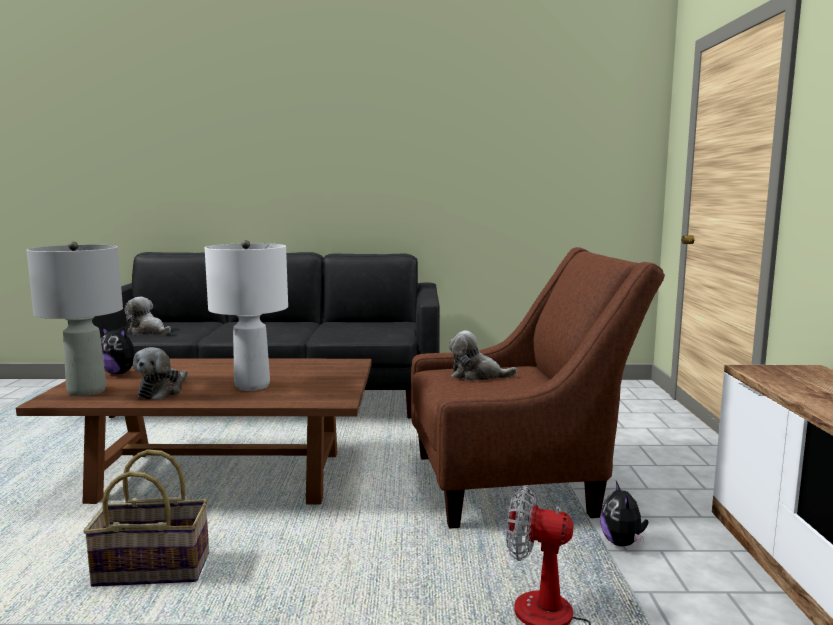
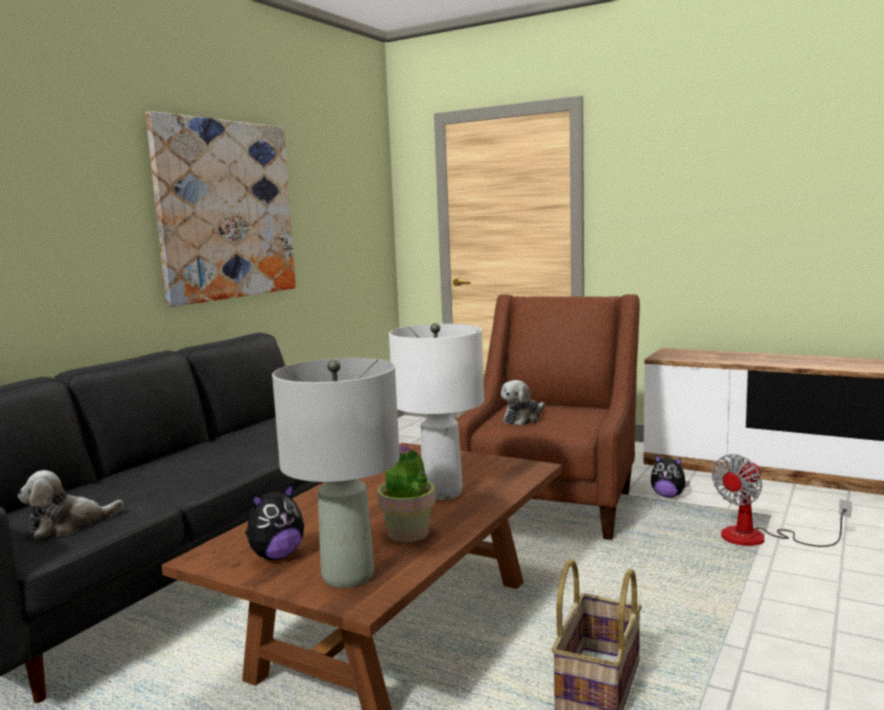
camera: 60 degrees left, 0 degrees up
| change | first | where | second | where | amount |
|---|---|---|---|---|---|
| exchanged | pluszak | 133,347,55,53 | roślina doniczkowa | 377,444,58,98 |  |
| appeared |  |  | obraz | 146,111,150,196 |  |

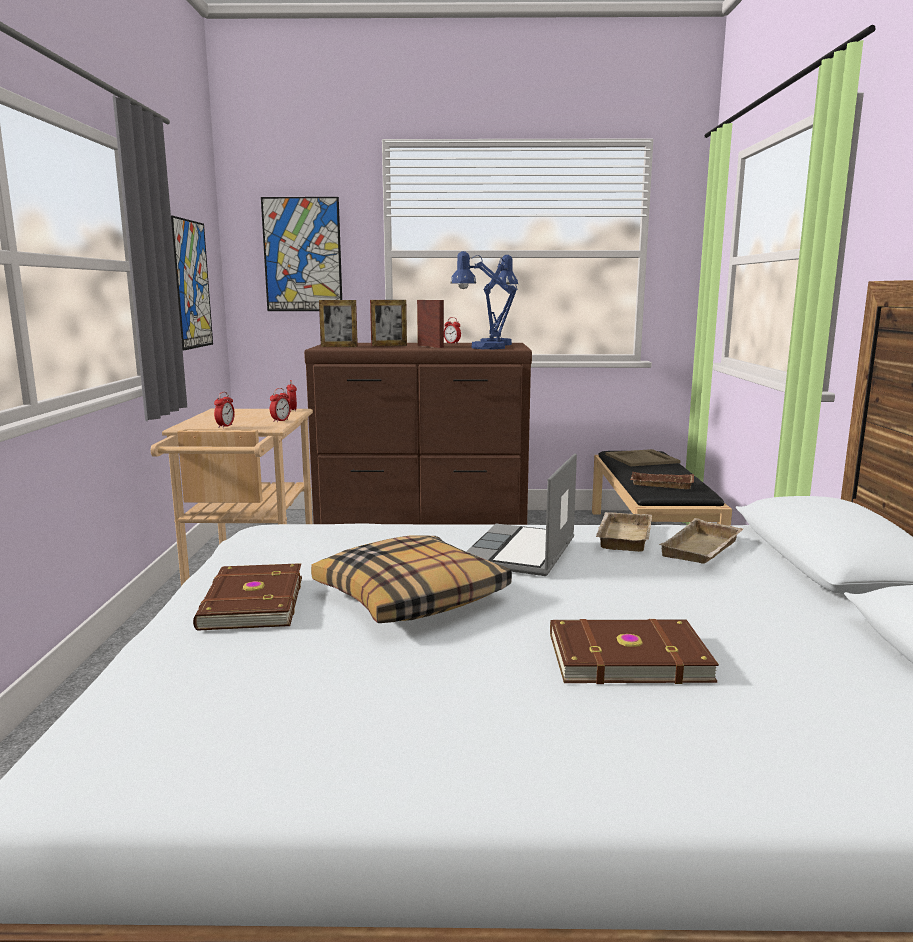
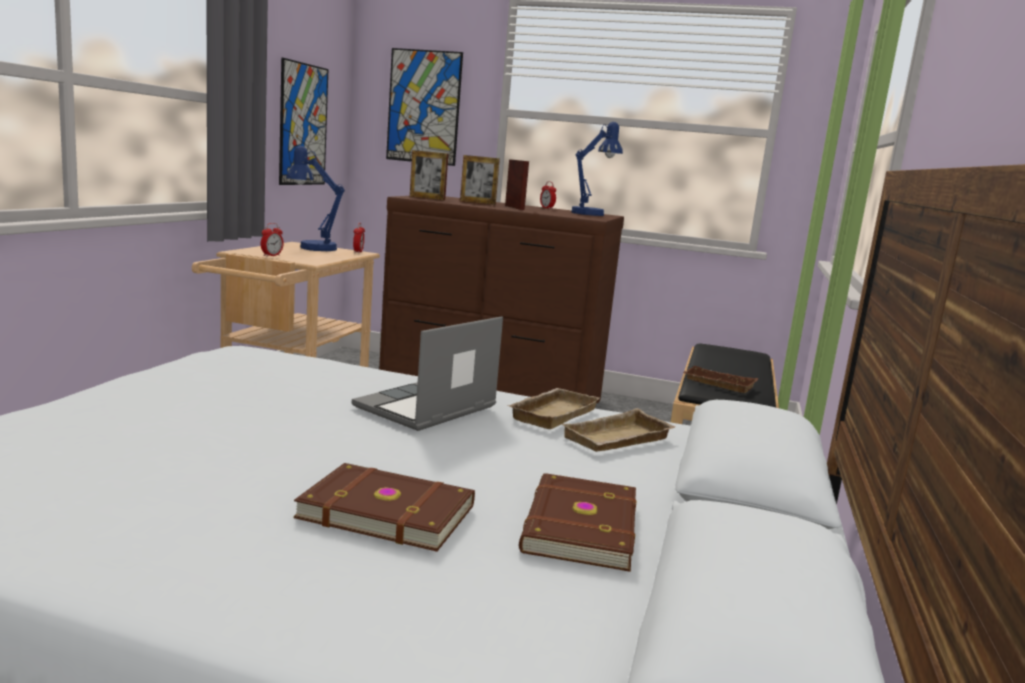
camera: 15 degrees right, 0 degrees up
| change | first | where | second | where | amount |
|---|---|---|---|---|---|
| relocated | książka [brązowy] | 193,563,109,68 |  | 519,473,117,99 |  |
| missing | budzik | 270,388,21,34 |  |  |  |
| missing | poduszka | 311,536,201,87 |  |  |  |
| relocated | lampa stołowa [niebieski] | 451,251,66,98 |  | 286,146,59,105 |  |
| missing | taca [beżowy] | 605,449,76,17 |  |  |  |

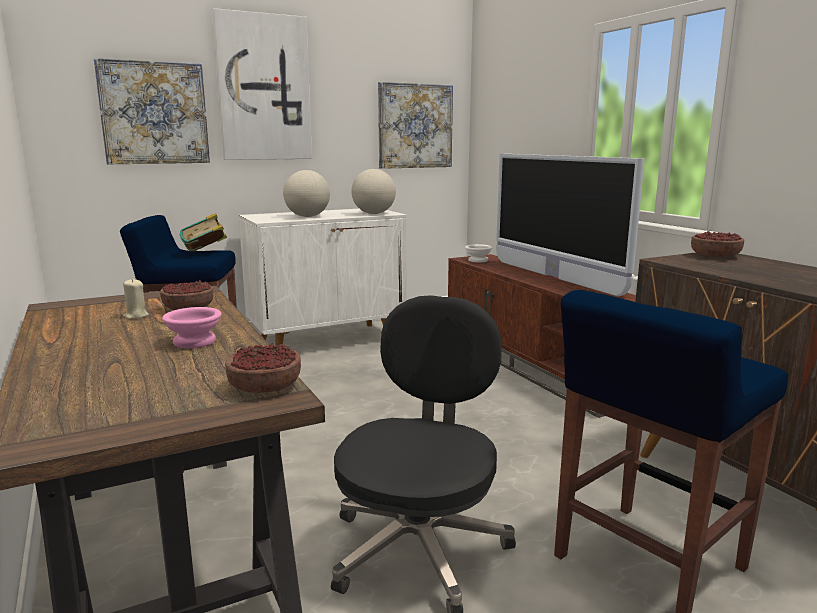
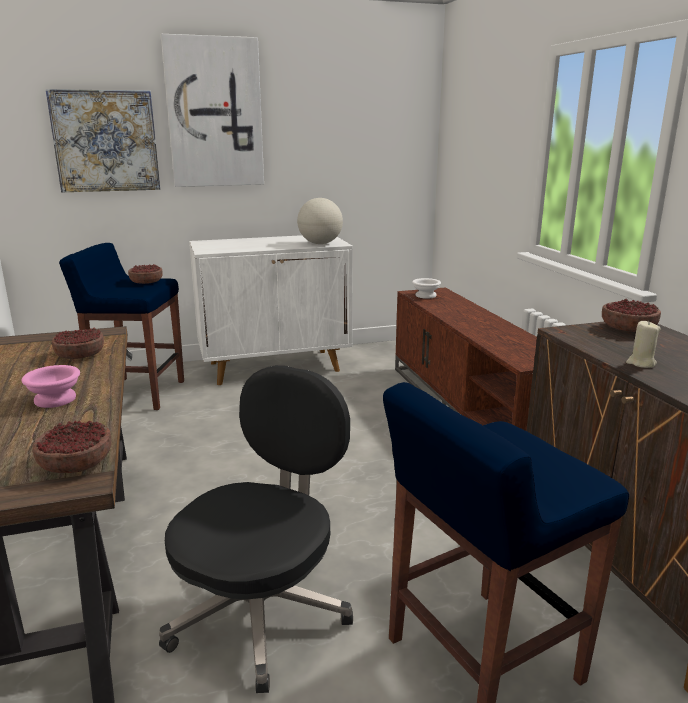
camera: 10 degrees right, 5 degrees up
| change | first | where | second | where | amount |
|---|---|---|---|---|---|
| relocated | świeca [beżowy] | 123,279,26,40 |  | 626,321,35,47 |  |
| exchanged | książka | 180,213,47,39 | miska | 128,264,35,20 |  |
| missing | globus | 283,170,47,47 |  |  |  |
| missing | obraz | 378,82,75,87 |  |  |  |
| missing | telewizor | 496,154,149,142 |  |  |  |

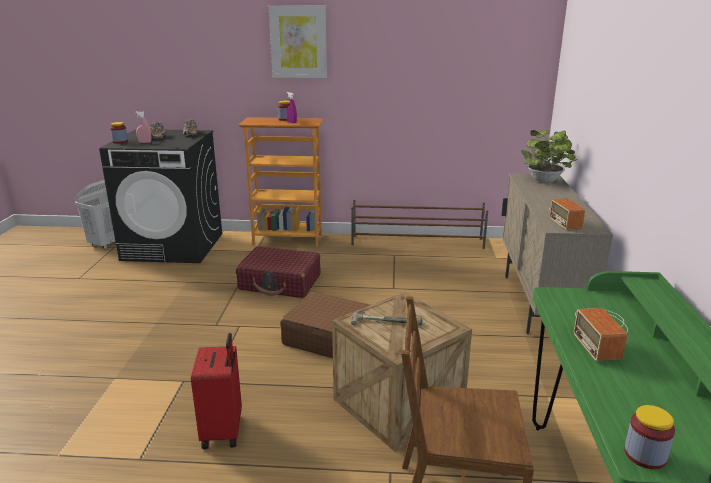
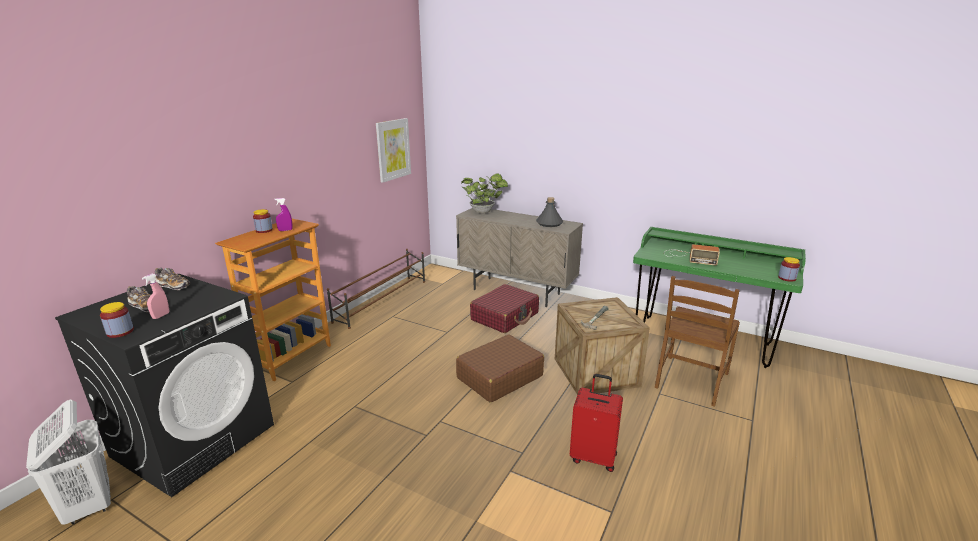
camera: 65 degrees left, 0 degrees up
| change | first | where | second | where | amount |
|---|---|---|---|---|---|
| relocated | walizka [czerwony] | 236,246,85,52 |  | 470,284,69,49 |  |
| relocated | obraz | 269,5,58,73 |  | 376,118,35,65 |  |
| exchanged | radio | 549,199,36,30 | butelka [szary] | 536,197,27,30 |  |

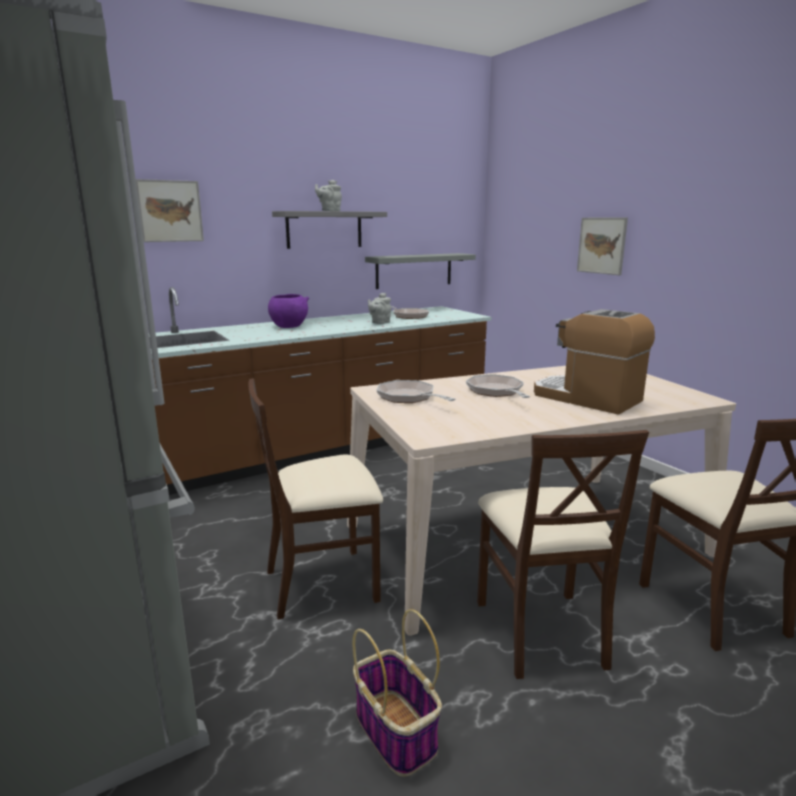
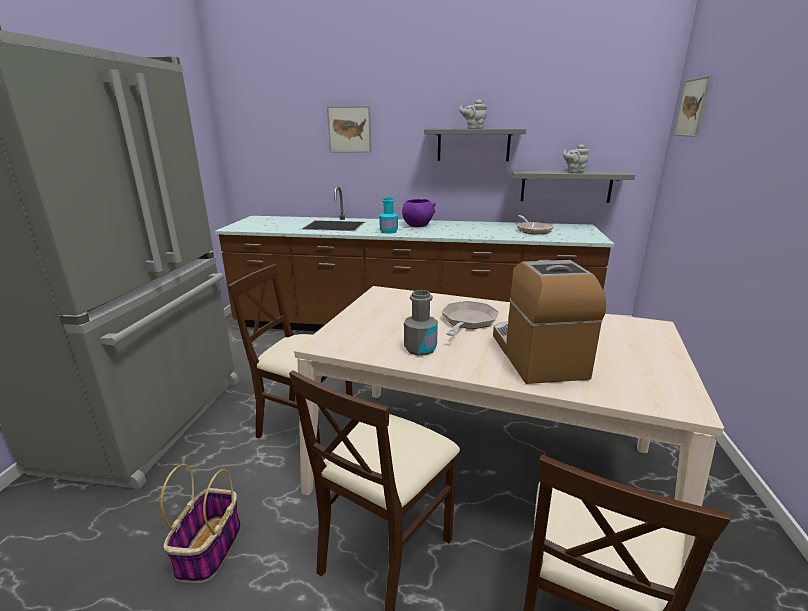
camera: 40 degrees right, 5 degrees up
| change | first | where | second | where | amount |
|---|---|---|---|---|---|
| relocated | imbryk [szary] | 368,293,23,31 |  | 563,144,26,29 |  |
| missing | patelnia | 377,380,79,23 |  |  |  |
| relocated | obraz | 577,217,51,58 |  | 673,76,39,61 |  |
| appeared |  |  | butelka [turkusowy] | 379,197,19,37 |  |
| appeared |  |  | butelka [szary] | 404,290,34,66 |  |

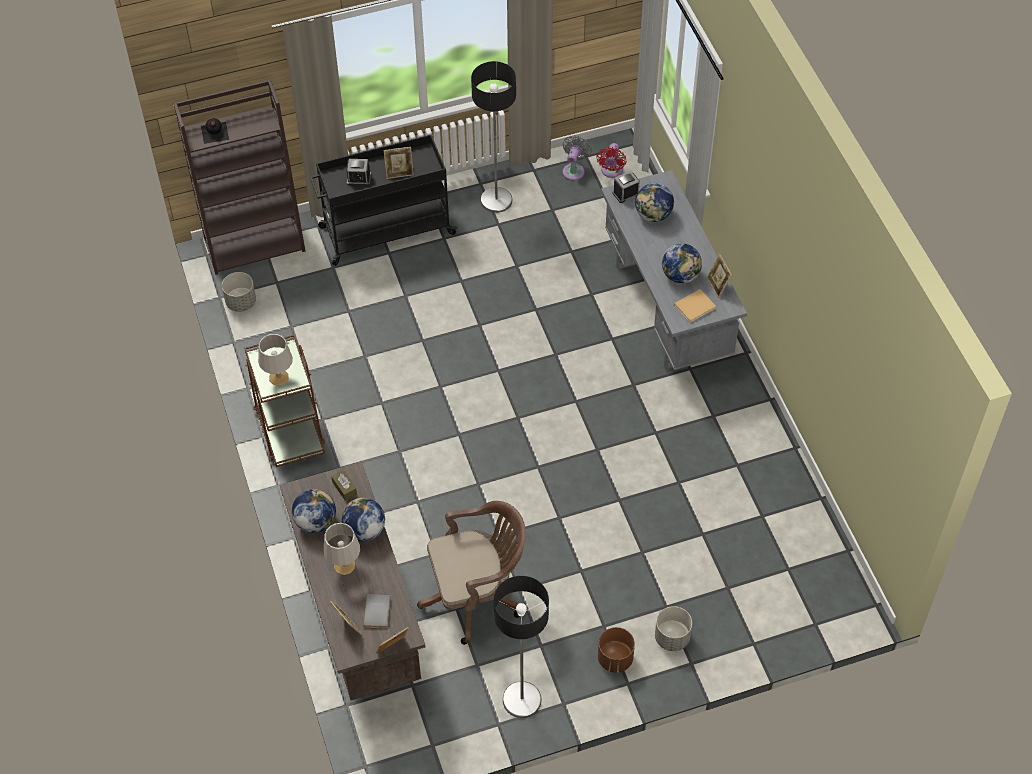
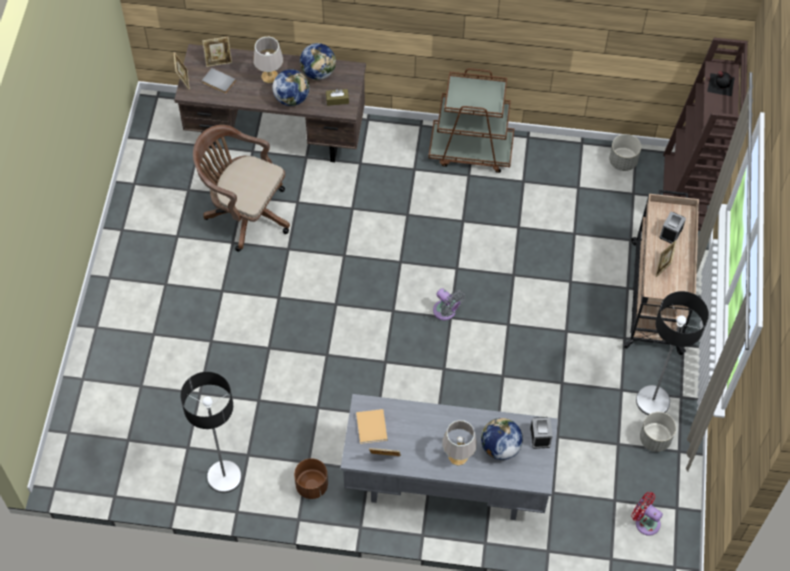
camera: 115 degrees right, 5 degrees up
| change | first | where | second | where | amount |
|---|---|---|---|---|---|
| relocated | lampa stołowa [szary] | 258,334,35,52 |  | 442,420,35,46 |  |
| colour | wózek [czarny] | 310,135,147,131 | wózek [beżowy] | 624,190,75,165 |  |
| spun | krzesło biurowe [brązowy] | 417,501,109,144 |  | 193,125,97,127 | 105 degrees clockwise |
| relocated | lampa stojąca | 494,576,55,142 |  | 180,372,62,121 |  |
| relocated | wentylator [szary] | 563,135,29,46 |  | 433,288,32,32 |  |
| relocated | donica [brązowy] | 598,627,37,46 |  | 294,458,34,41 |  |
| relocated | donica [szary] | 655,606,37,45 |  | 640,412,36,40 |  |
| missing | globus | 662,243,40,41 |  |  |  |

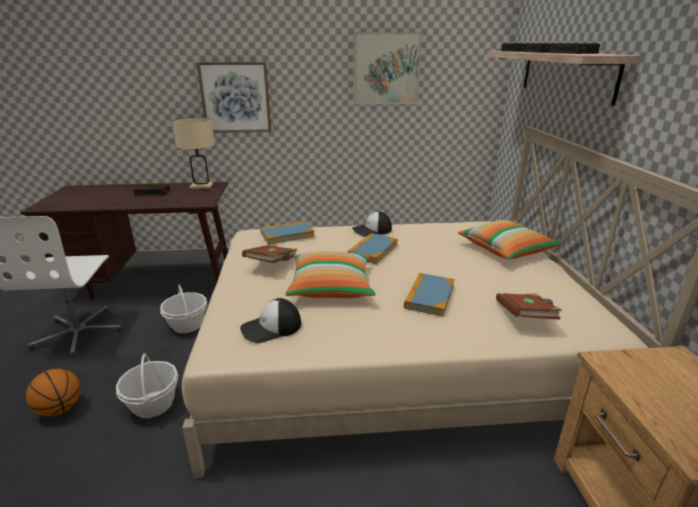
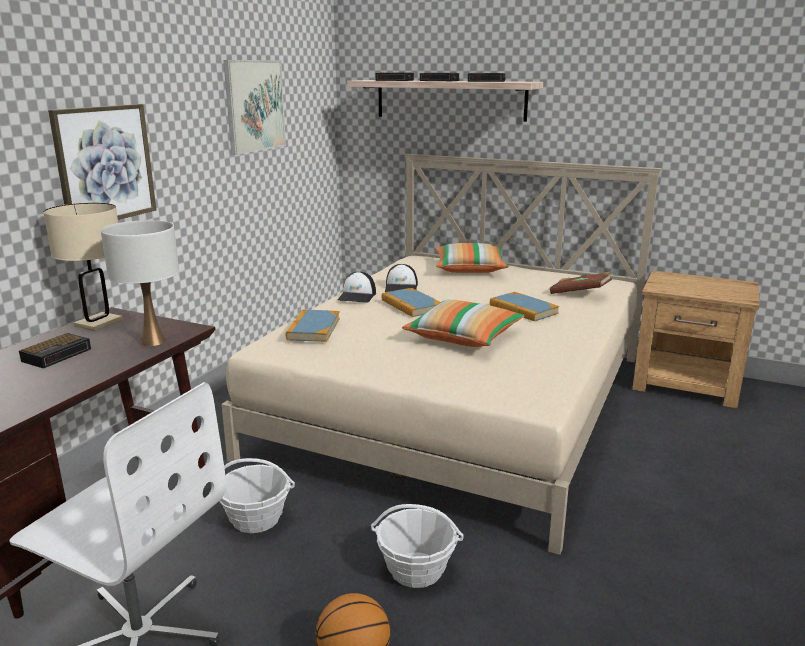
camera: 60 degrees left, 5 degrees down
| change | first | where | second | where | amount |
|---|---|---|---|---|---|
| relocated | czapka z daszkiem | 240,298,61,45 |  | 385,264,33,28 |  |
| missing | książka [brązowy] | 242,245,55,18 |  |  |  |
| appeared |  |  | lampa stołowa [biały] | 101,220,78,126 |  |

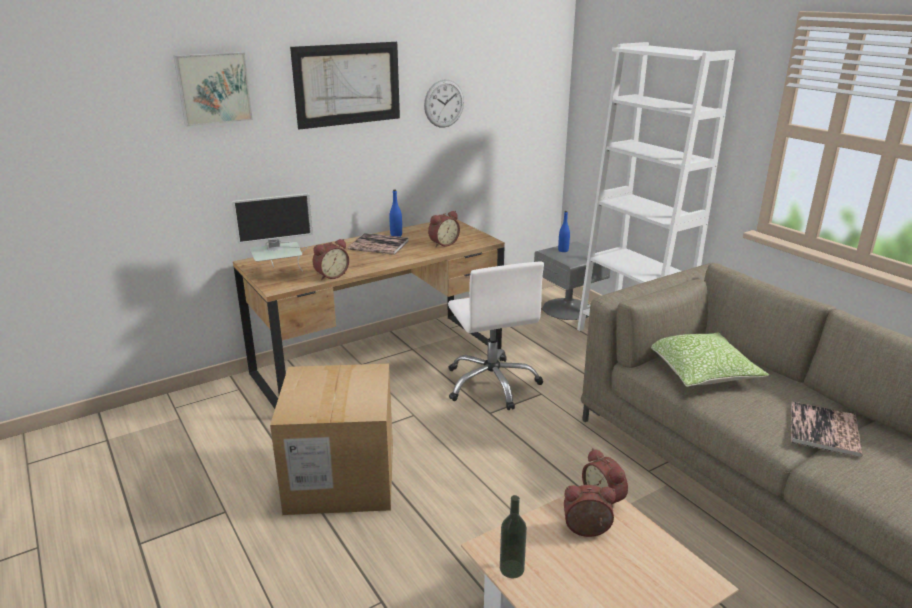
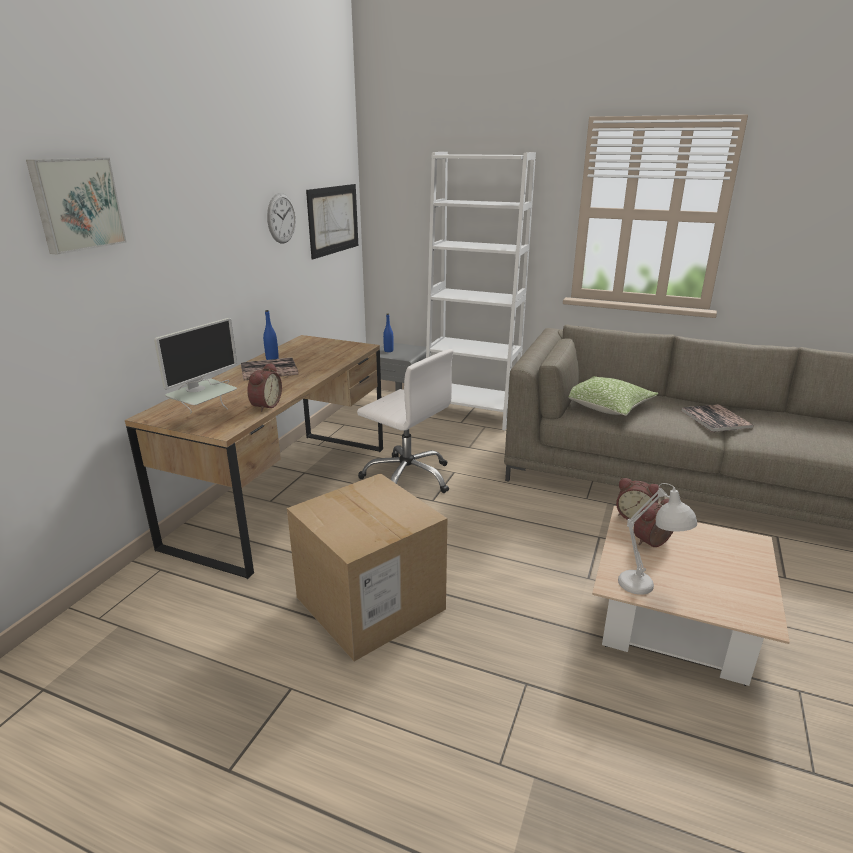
camera: 35 degrees left, 0 degrees up
| change | first | where | second | where | amount |
|---|---|---|---|---|---|
| relocated | obraz | 290,42,110,87 |  | 306,184,52,75 |  |
| missing | budzik | 428,211,32,36 |  |  |  |
| exchanged | butelka | 500,495,27,84 | lampa stołowa [biały] | 618,483,79,112 |  |

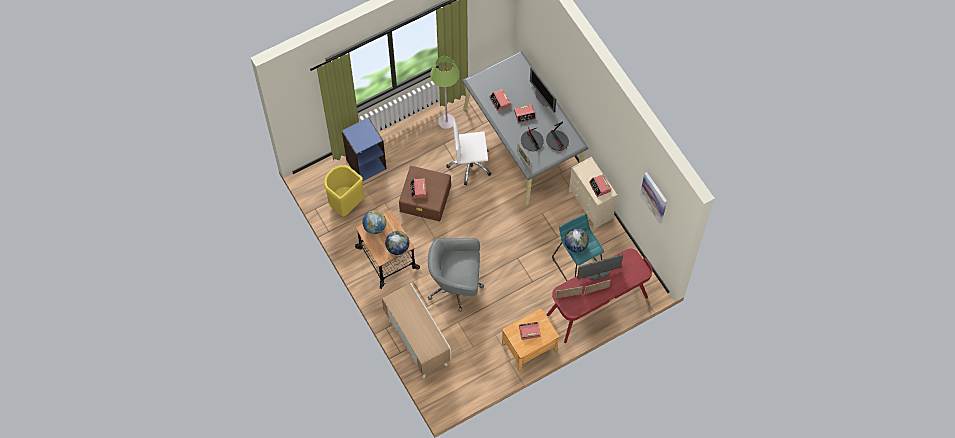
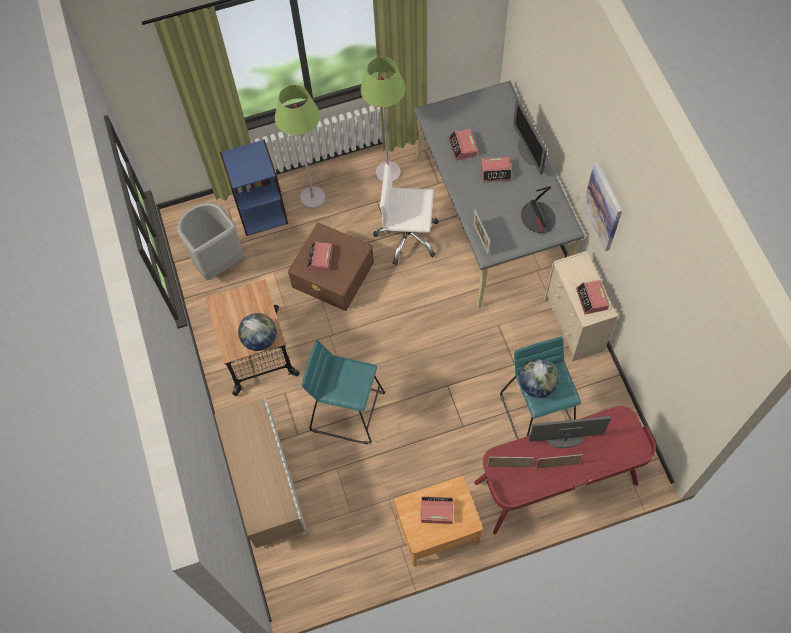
camera: 15 degrees right, 0 degrees up
| change | first | where | second | where | amount |
|---|---|---|---|---|---|
| colour | kosz na śmieci [żółty] | 324,165,40,52 | kosz na śmieci [szary] | 177,203,67,77 |  |
| missing | globus | 362,210,24,24 |  |  |  |
| exchanged | krzesło biurowe [szary] | 428,238,56,74 | stołek [turkusowy] | 302,340,83,104 |  |
| missing | lampa stołowa | 521,127,23,24 |  |  |  |
| relocated | obraz | 640,172,27,52 |  | 583,163,39,88 |  |
| appeared |  |  | lampa stojąca [zielony] | 275,85,50,124 |  |

